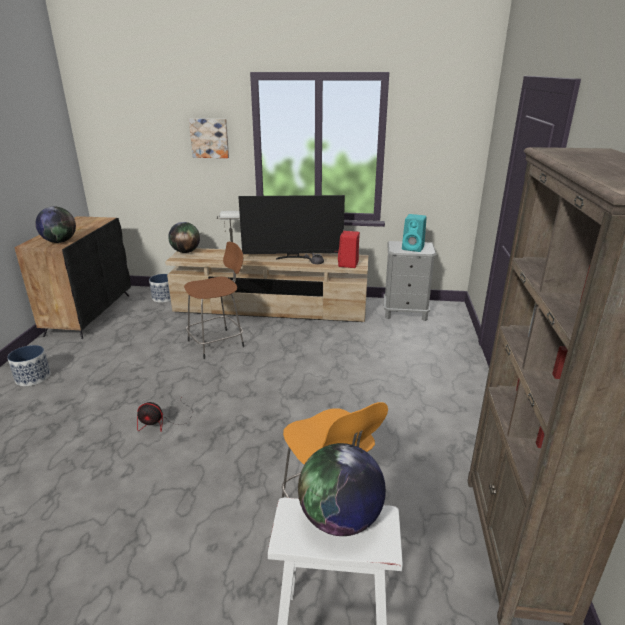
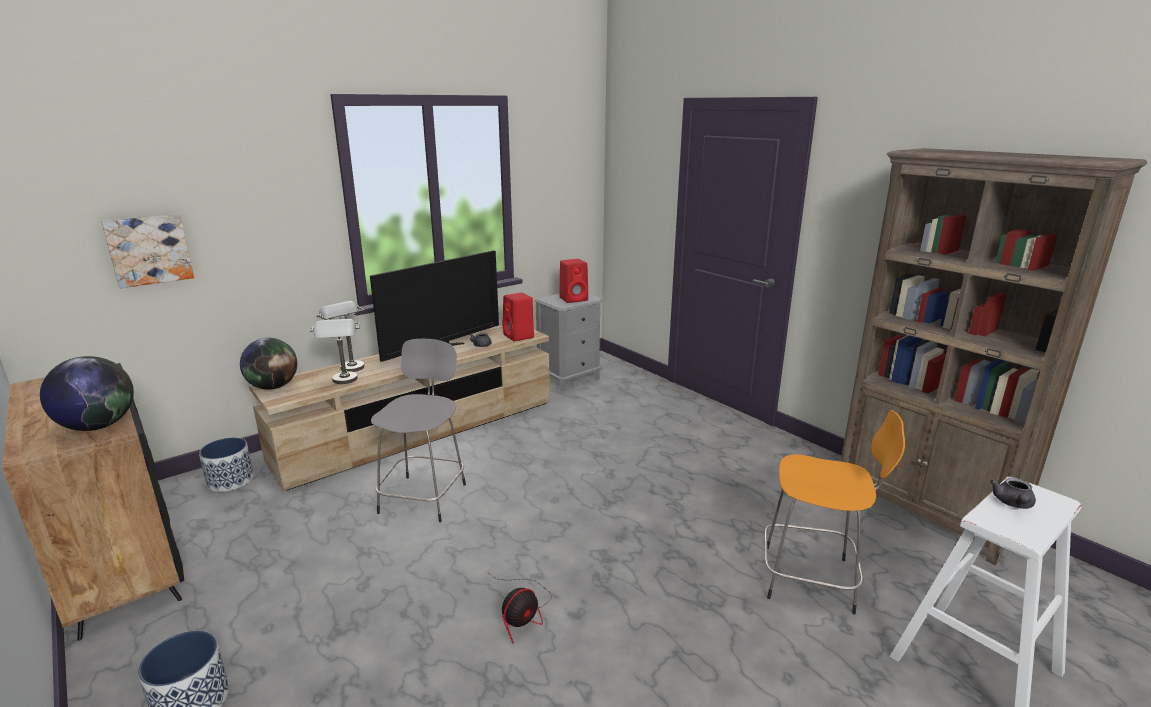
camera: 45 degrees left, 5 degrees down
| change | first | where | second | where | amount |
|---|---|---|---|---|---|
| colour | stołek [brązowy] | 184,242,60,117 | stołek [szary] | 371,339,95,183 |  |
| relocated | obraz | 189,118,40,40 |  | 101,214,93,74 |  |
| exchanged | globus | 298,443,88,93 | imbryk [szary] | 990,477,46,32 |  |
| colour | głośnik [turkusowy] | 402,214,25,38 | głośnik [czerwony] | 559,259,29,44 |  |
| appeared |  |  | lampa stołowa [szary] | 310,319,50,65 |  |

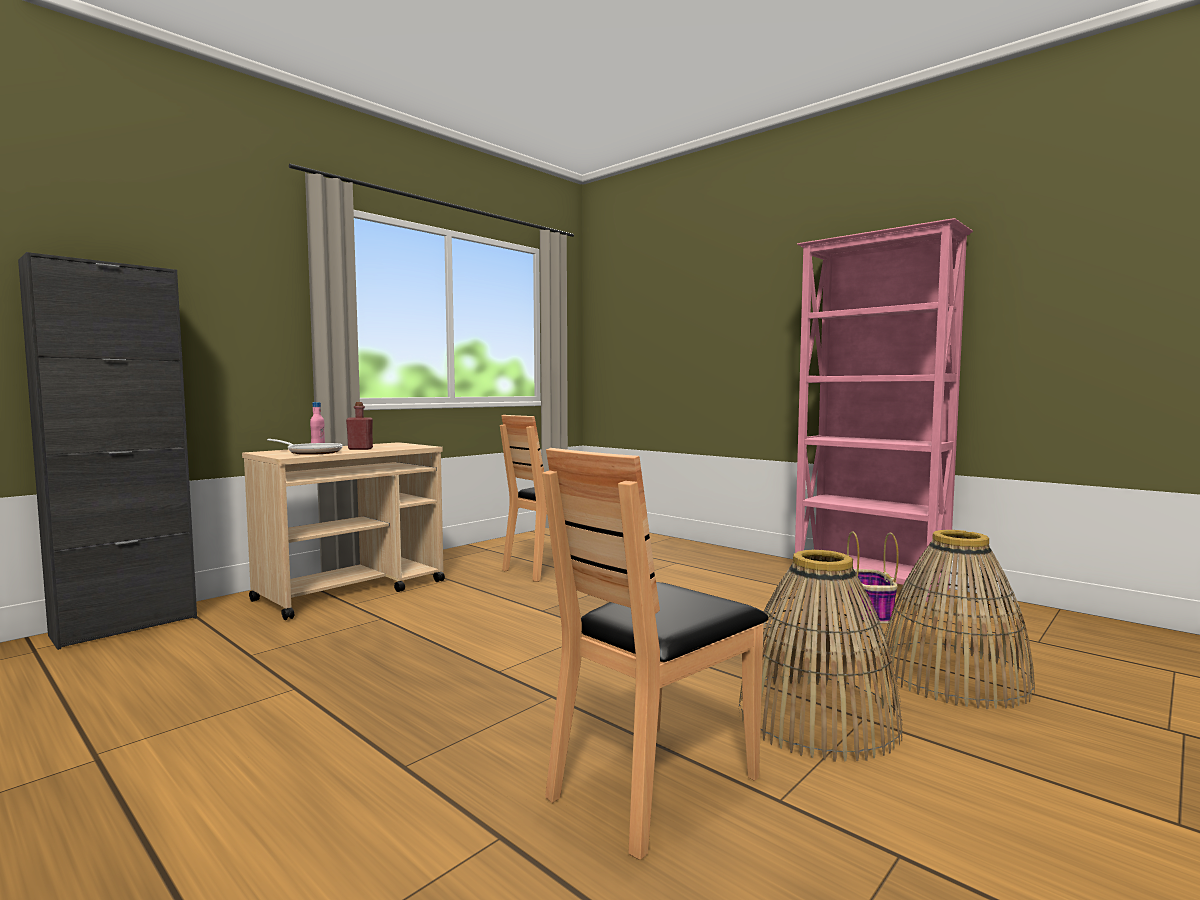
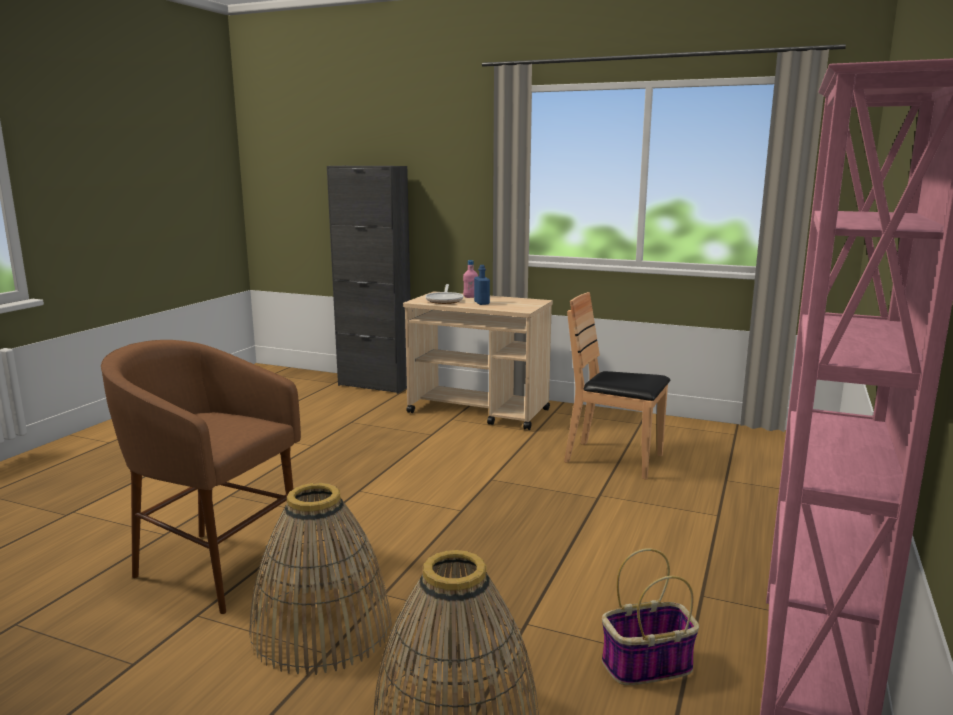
camera: 70 degrees right, 10 degrees up
| change | first | where | second | where | amount |
|---|---|---|---|---|---|
| colour | butelka [czerwony] | 346,402,27,48 | butelka [niebieski] | 474,265,16,40 |  |
| exchanged | krzesło [brązowy] | 542,448,227,412 | stołek [brązowy] | 101,340,200,274 |  |

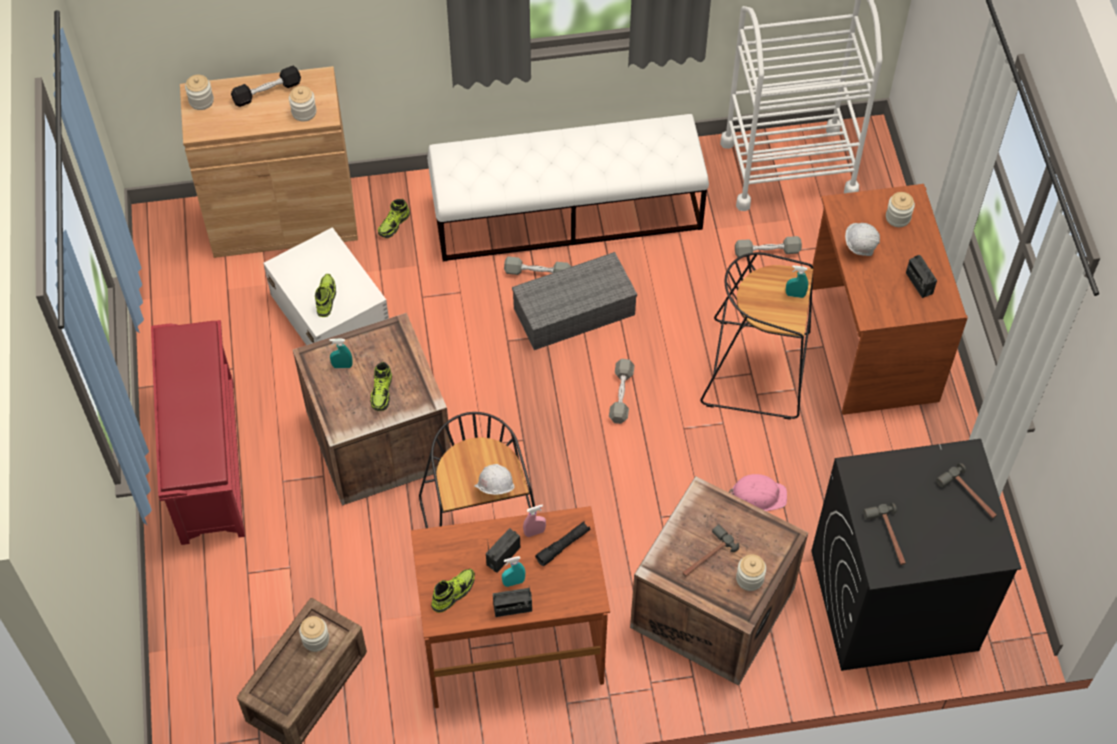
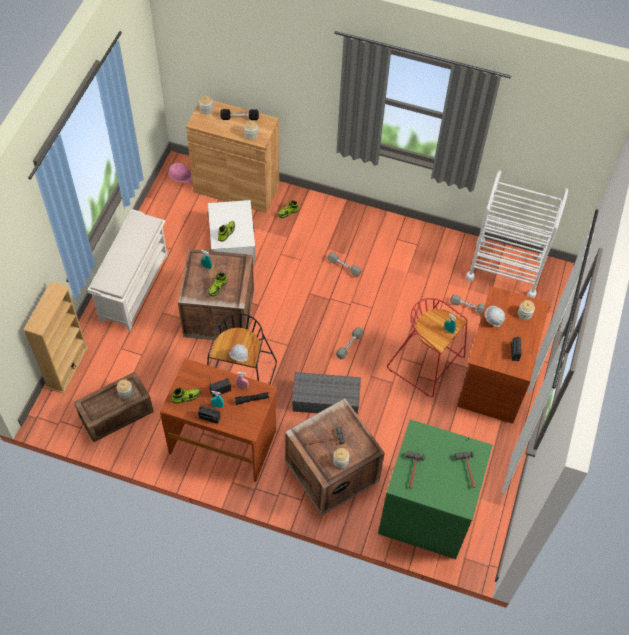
camera: 25 degrees right, 0 degrees up
| change | first | where | second | where | amount |
|---|---|---|---|---|---|
| colour | regał na buty [czerwony] | 151,320,94,225 | regał na buty [biały] | 88,209,80,122 |  |
| missing | ławka [biały] | 427,114,282,147 |  |  |  |
| relocated | pojemnik do przechowywania [szary] | 512,252,125,98 |  | 292,372,69,43 |  |
| colour | stołek [czarny] | 700,252,113,168 | stołek [czerwony] | 387,298,80,99 |  |
| relocated | kask [różowy] | 729,474,58,37 |  | 167,163,25,21 |  |
| colour | pralka [czarny] | 812,439,210,232 | pralka [zielony] | 378,419,115,140 |  |
| appeared |  |  | regał [beżowy] | 23,281,65,113 |  |

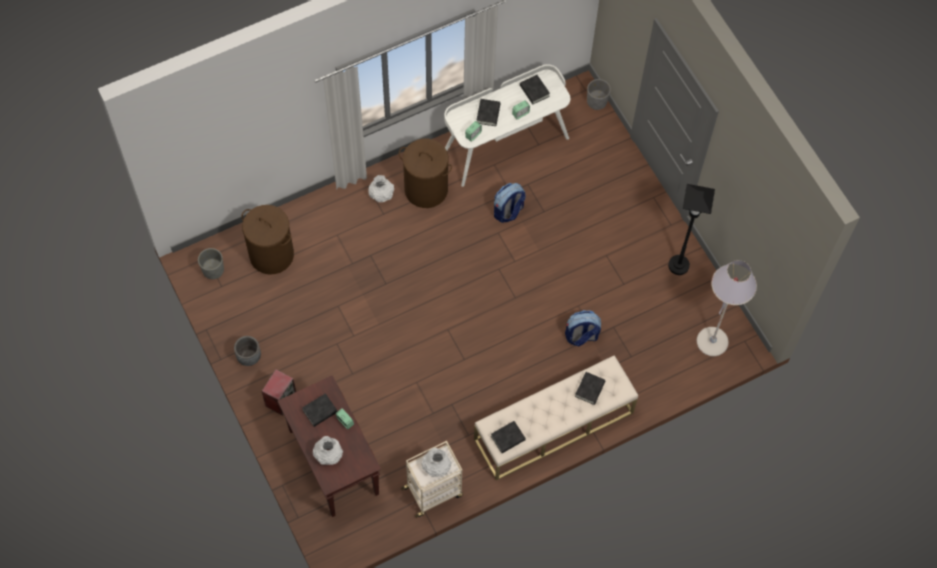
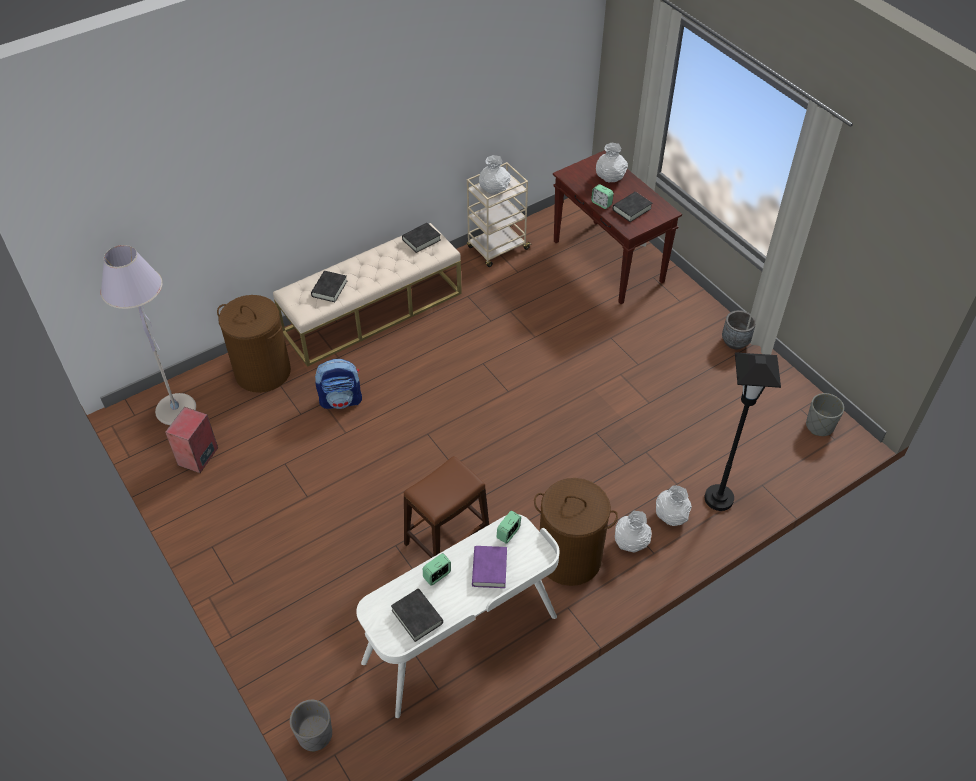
camera: 175 degrees right, 15 degrees down
| change | first | where | second | where | amount |
|---|---|---|---|---|---|
| relocated | kosz na pranie [brązowy] | 242,205,52,70 |  | 217,295,74,98 |  |
| relocated | głośnik | 262,369,34,47 |  | 165,407,53,66 |  |
| colour | książka [czarny] | 476,99,25,27 | książka [fioletowy] | 472,546,35,42 |  |
| exchanged | plecak | 494,183,32,40 | stołek [brązowy] | 404,456,85,102 |  |
| relocated | lampa stojąca [czarny] | 668,184,47,91 |  | 704,352,77,159 |  |
| appeared |  |  | wazon [biały] | 656,485,36,41 |  |

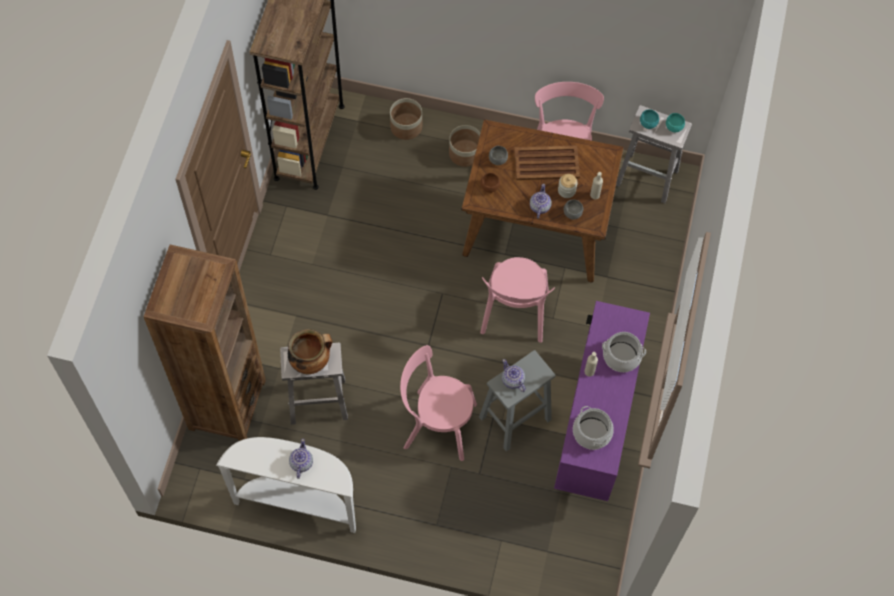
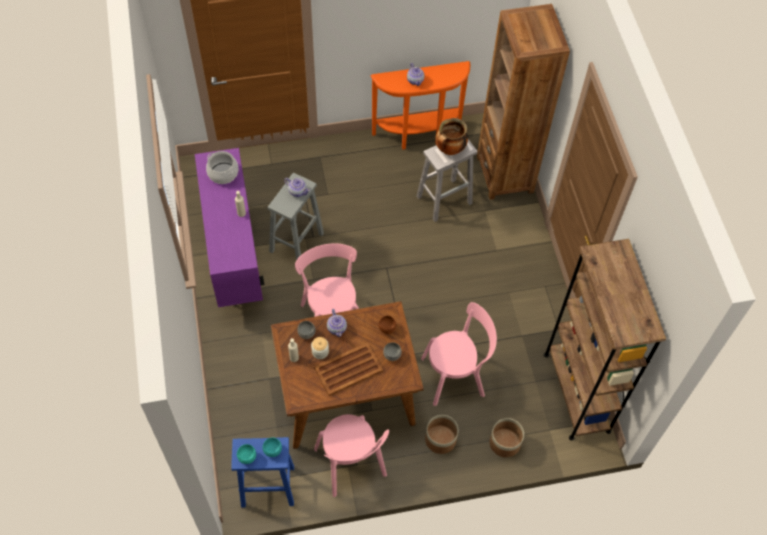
camera: 155 degrees right, 5 degrees down
| change | first | where | second | where | amount |
|---|---|---|---|---|---|
| colour | stolik konsolowy [biały] | 216,437,140,96 | stolik konsolowy [pomarańczowy] | 371,61,99,89 |  |
| relocated | krzesło [różowy] | 400,345,77,116 |  | 421,302,76,104 |  |
| missing | garnek | 602,332,44,40 |  |  |  |
| colour | stołek [biały] | 616,105,76,98 | stołek [niebieski] | 231,437,63,71 |  |

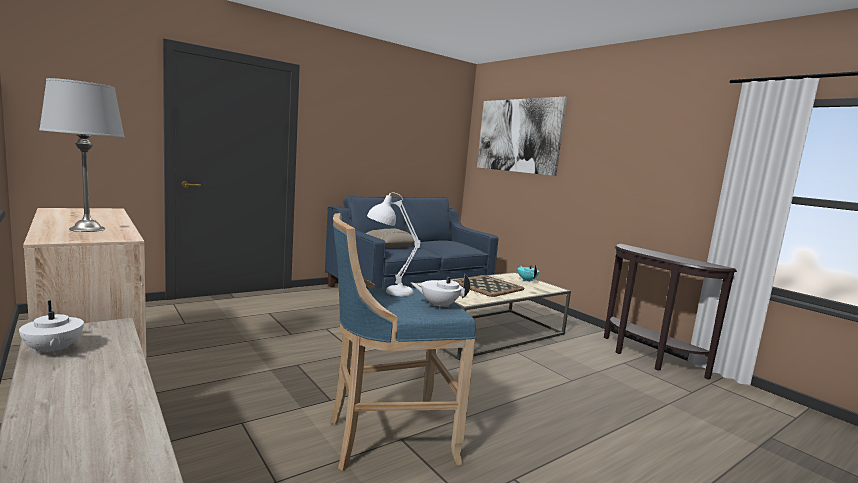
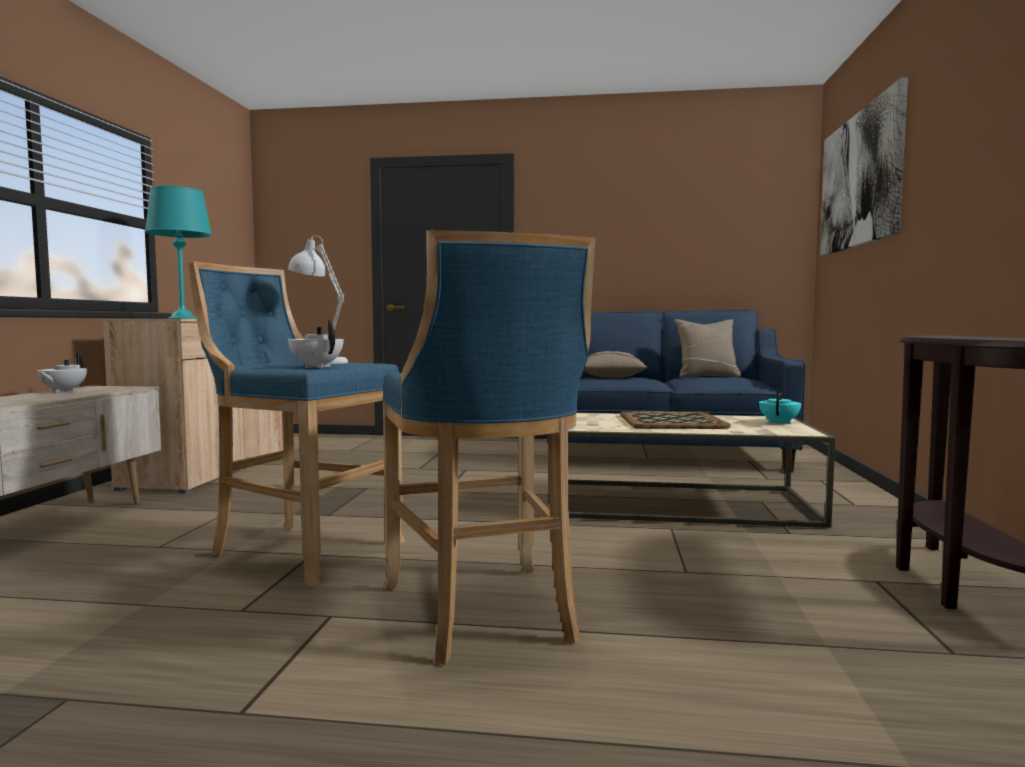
camera: 45 degrees right, 5 degrees down
| change | first | where | second | where | amount |
|---|---|---|---|---|---|
| colour | lampa stołowa [szary] | 39,78,86,154 | lampa stołowa [turkusowy] | 145,186,67,133 |  |
| appeared |  |  | stołek [niebieski] | 382,230,214,435 |  |
| appeared |  |  | poduszka [beżowy] | 674,319,68,59 |  |

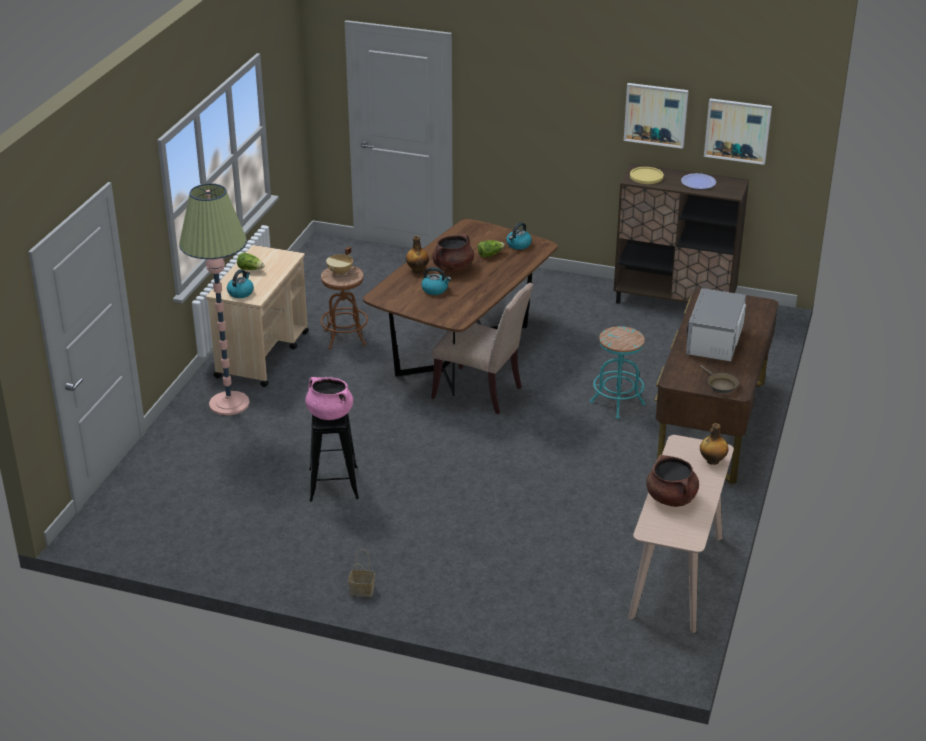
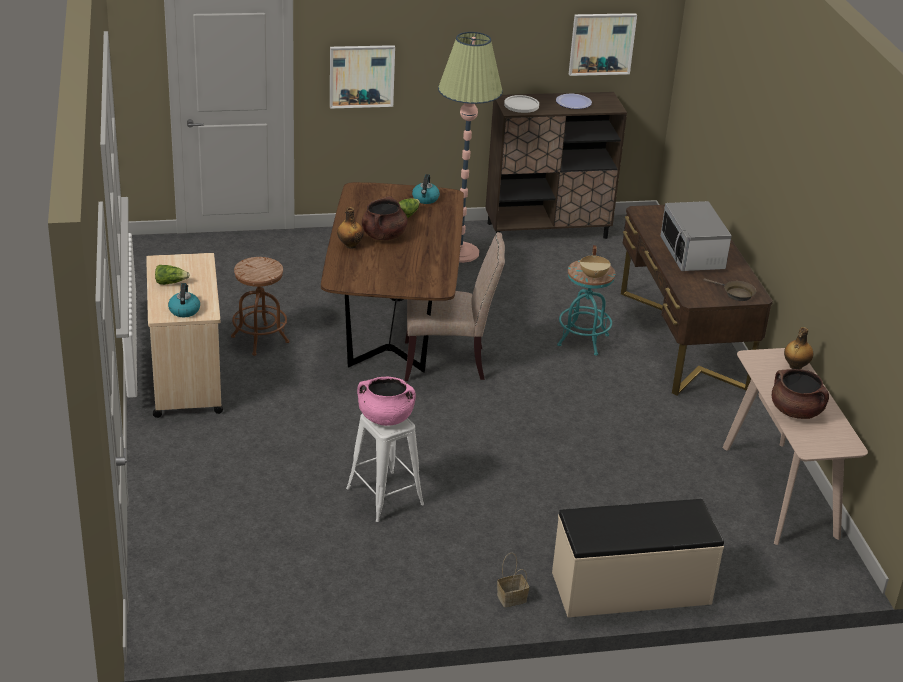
camera: 30 degrees left, 0 degrees up
| change | first | where | second | where | amount |
|---|---|---|---|---|---|
| relocated | lampa stojąca | 179,183,71,232 |  | 438,32,65,231 |  |
| colour | stołek [czarny] | 309,413,50,89 | stołek [biały] | 346,413,78,109 |  |
| relocated | garnek [beżowy] | 326,246,27,29 |  | 580,245,31,35 |  |
| missing | czajnik | 421,267,30,28 |  |  |  |
| relocated | obraz | 624,83,65,66 |  | 330,45,65,64 |  |
| colour | talerz [żółty] | 630,167,34,17 | talerz [biały] | 504,95,35,18 |  |
| appeared |  |  | ławka [beżowy] | 552,499,172,118 |  |

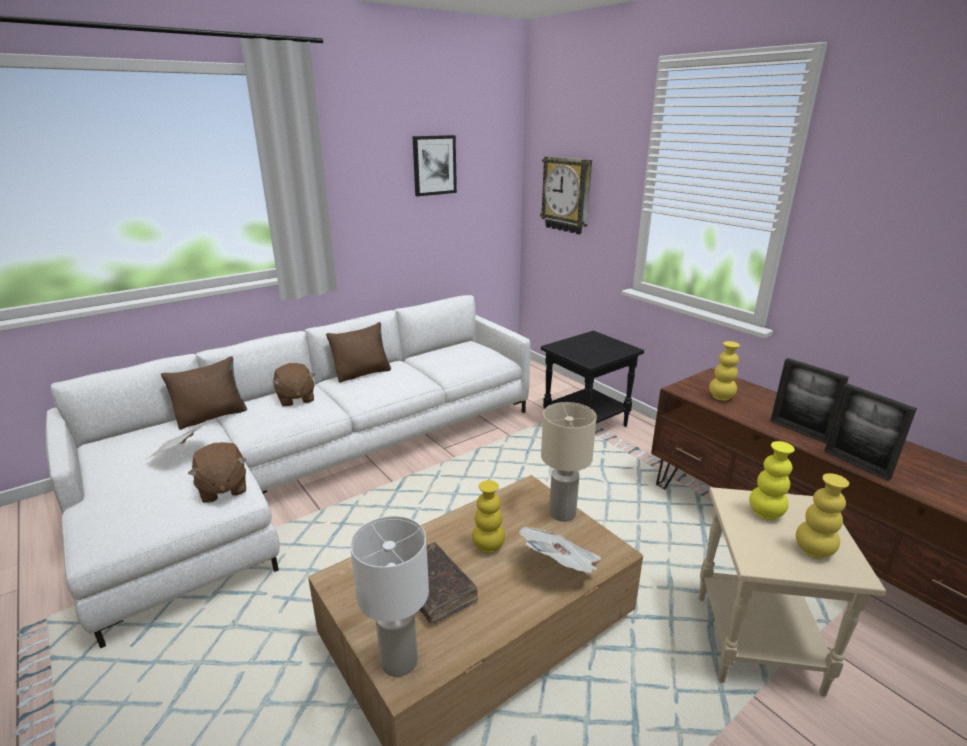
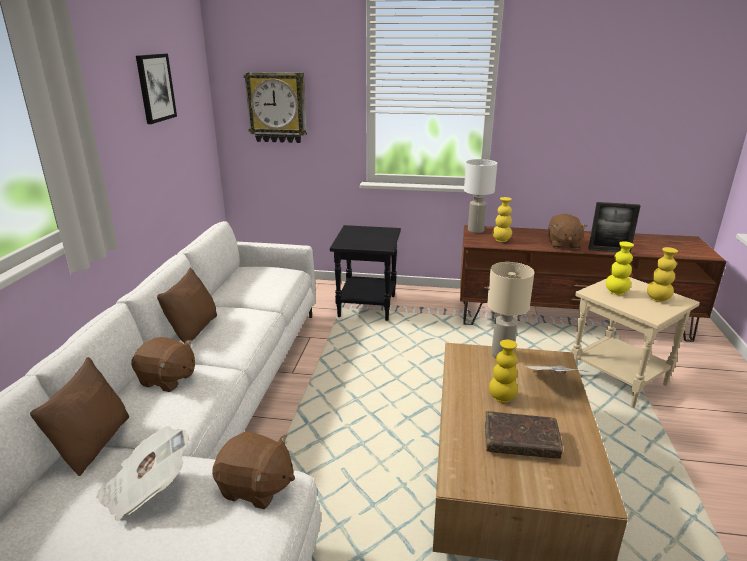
camera: 45 degrees left, 0 degrees up
| change | first | where | second | where | amount |
|---|---|---|---|---|---|
| relocated | lampa stołowa [biały] | 350,516,79,161 |  | 464,159,33,74 |  |
| exchanged | ramka na zdjęcie | 770,358,79,85 | pluszak [brązowy] | 548,214,39,35 |  |

